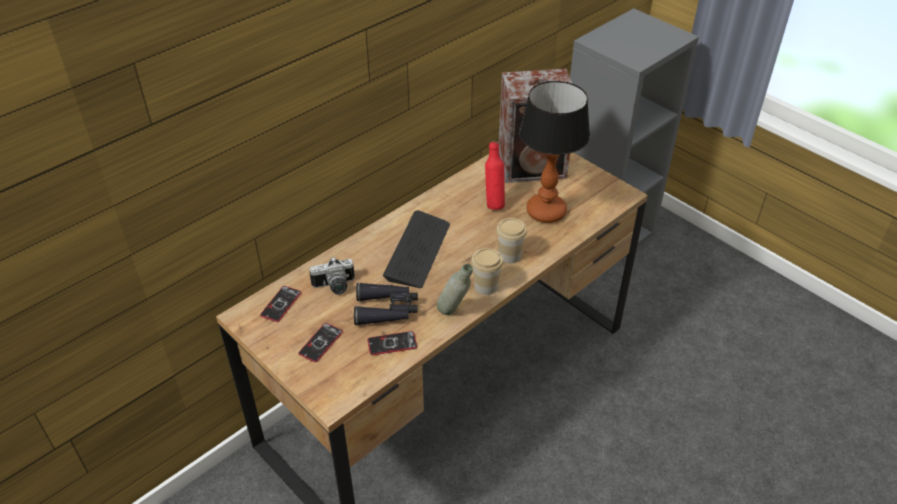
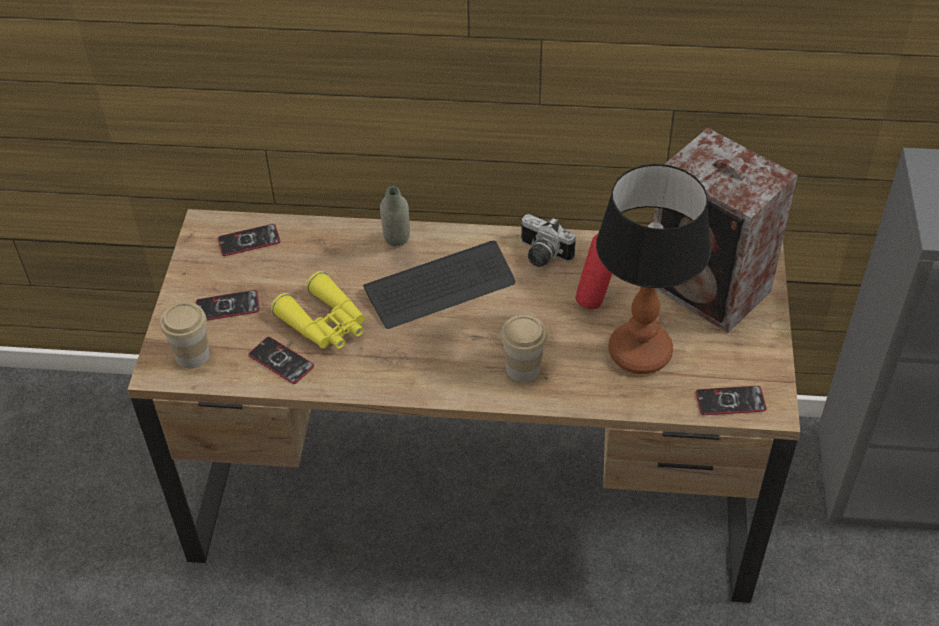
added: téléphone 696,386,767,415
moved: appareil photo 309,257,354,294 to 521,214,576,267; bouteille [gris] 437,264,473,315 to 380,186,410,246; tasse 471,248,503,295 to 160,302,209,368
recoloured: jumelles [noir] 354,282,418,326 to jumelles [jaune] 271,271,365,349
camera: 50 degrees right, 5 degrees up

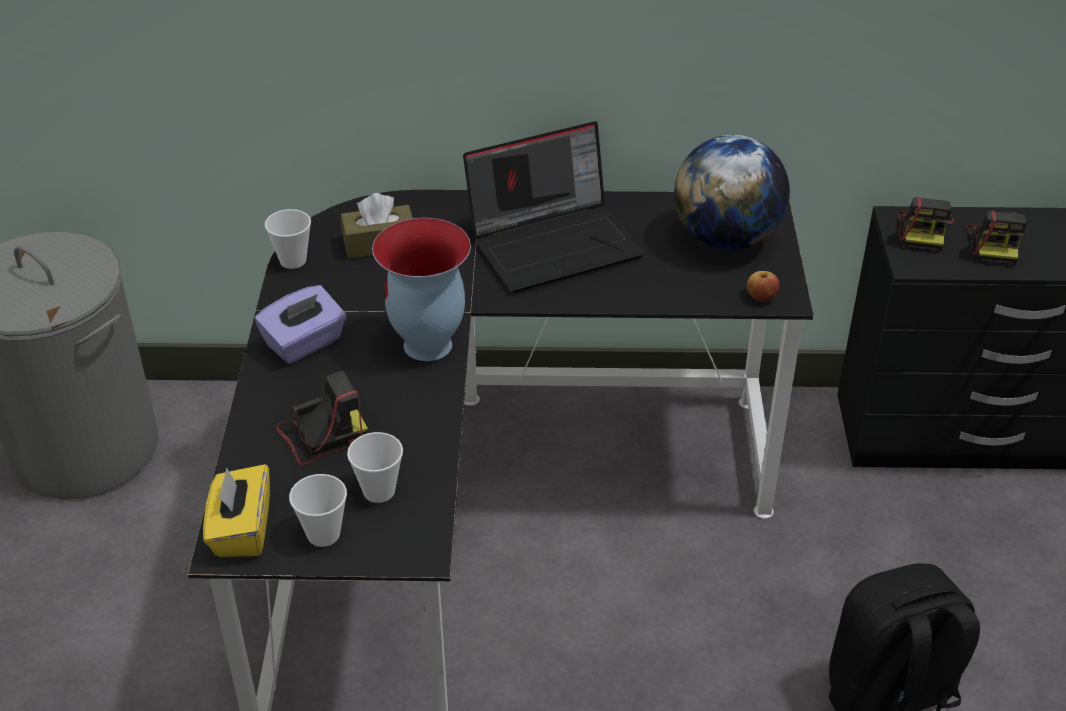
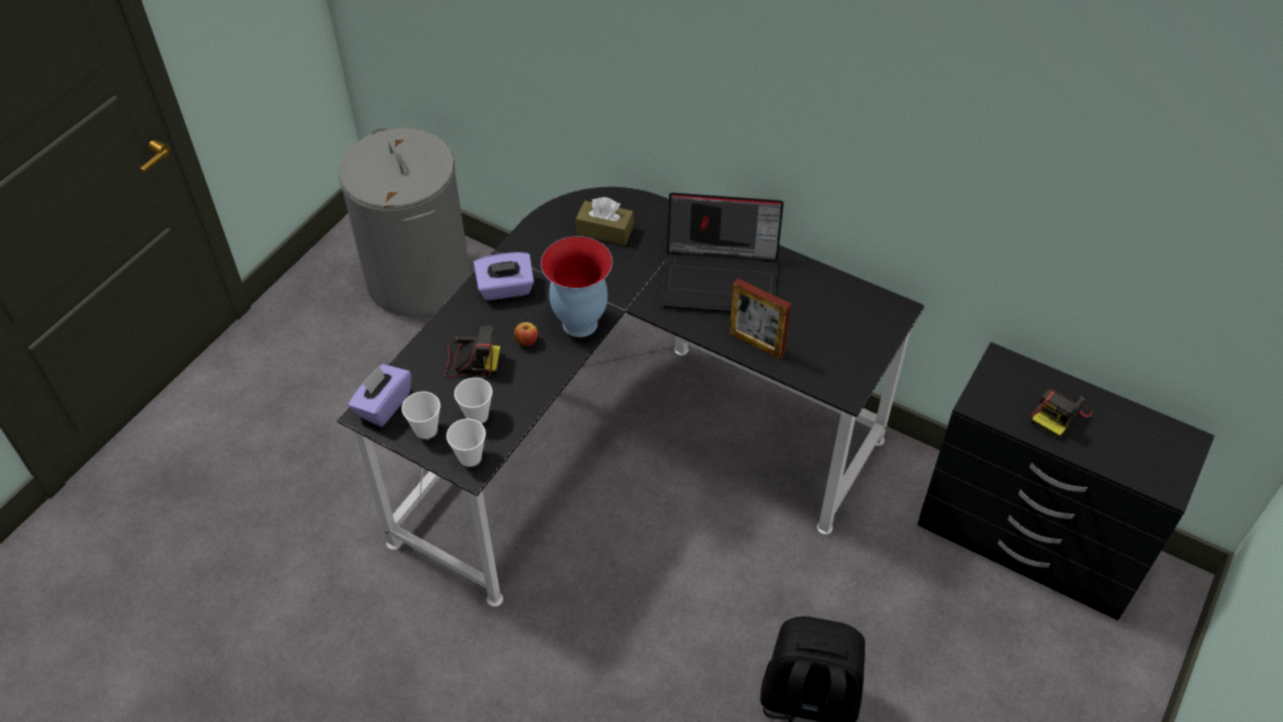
removed: globe 674,135,790,250; appareil photo 898,197,954,252
added: cadre photo 729,278,791,360
moved: tasse 265,209,311,269 to 446,419,486,467; pomme 747,271,779,302 to 514,322,538,346
recoloured: boîte à mouchoirs [jaune] 203,464,270,557 to boîte à mouchoirs [violet] 348,364,411,427
camera: 30 degrees right, 10 degrees up

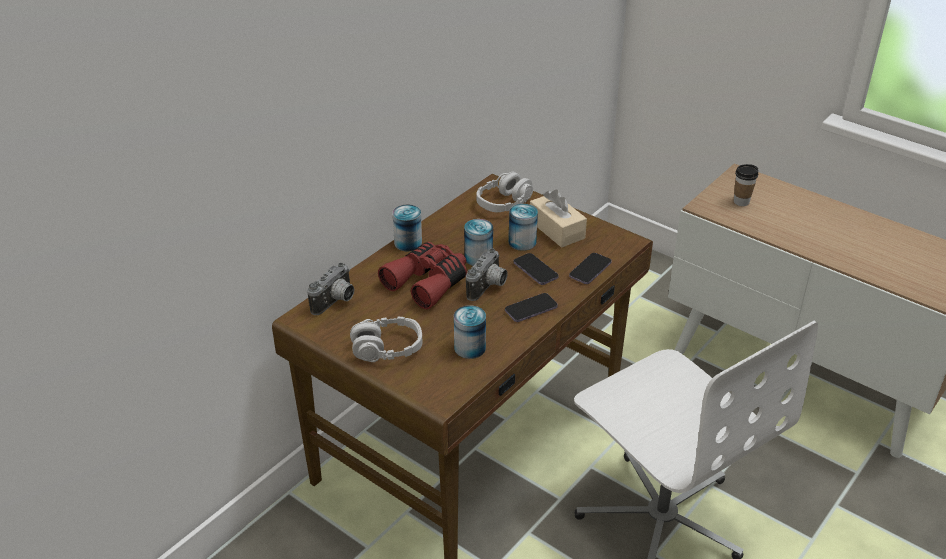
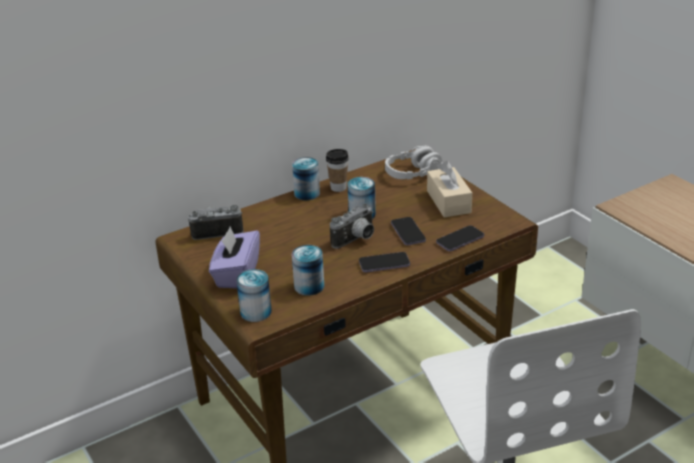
removed: jumelles [rouge] 378,242,467,309
moved: boîte métallique 509,204,538,251 to 236,269,272,322; tasse 734,164,758,206 to 326,149,349,192
replaced: casque audio [gris] 350,317,423,362 to boîte à mouchoirs [violet] 209,226,260,289
turned: appareil photo 307,263,354,315 = 188,205,244,240 150 degrees counterclockwise
camera: 20 degrees right, 5 degrees down

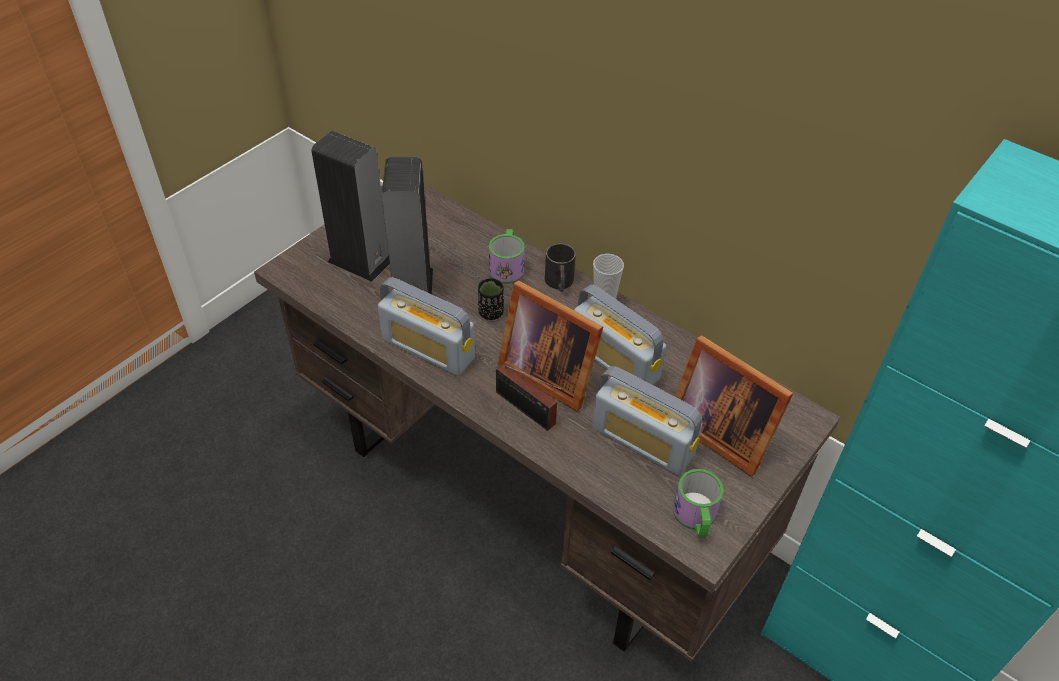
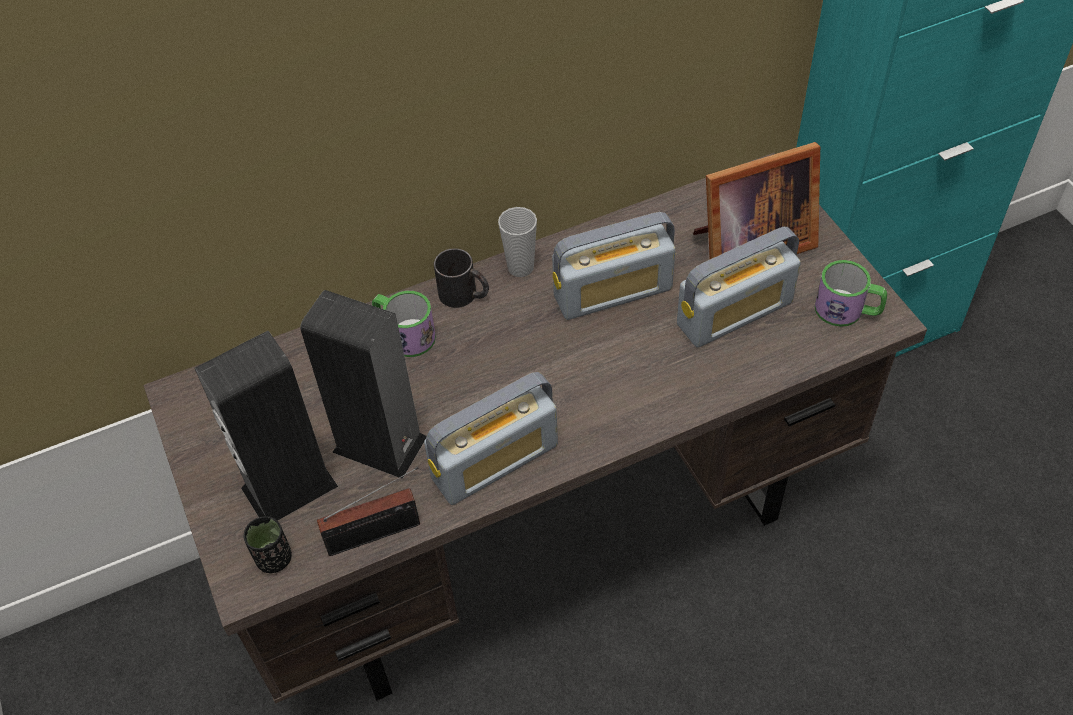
removed: cadre photo 498,280,603,411
moved: tasse [noir] 478,278,504,320 to 243,516,292,573; radio 496,363,563,431 to 317,467,420,556
camera: 60 degrees left, 5 degrees up

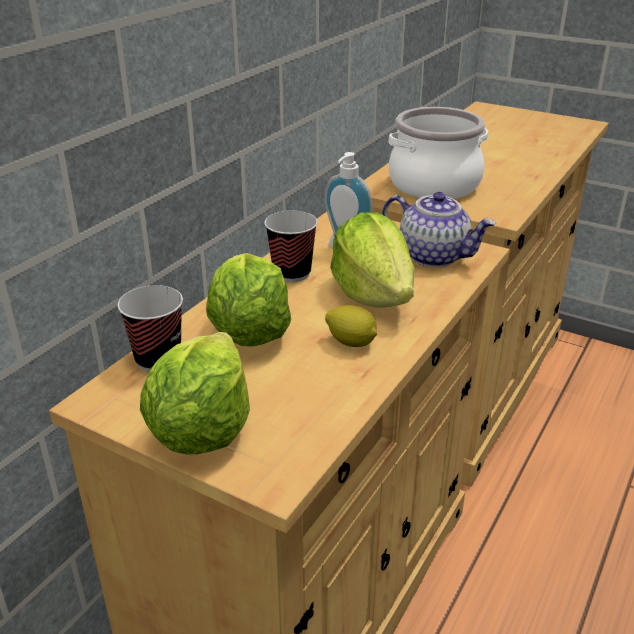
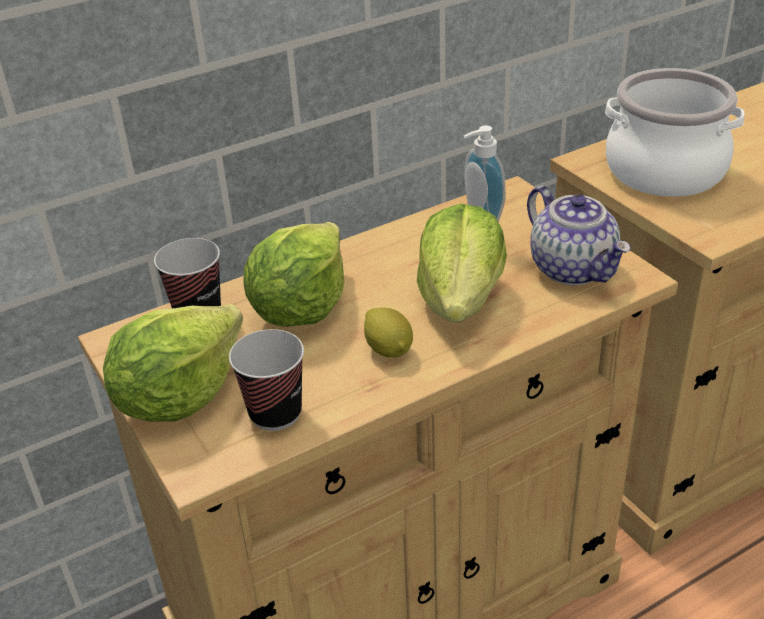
moved: tasse 264,211,318,282 to 229,329,304,431
camera: 30 degrees right, 5 degrees up

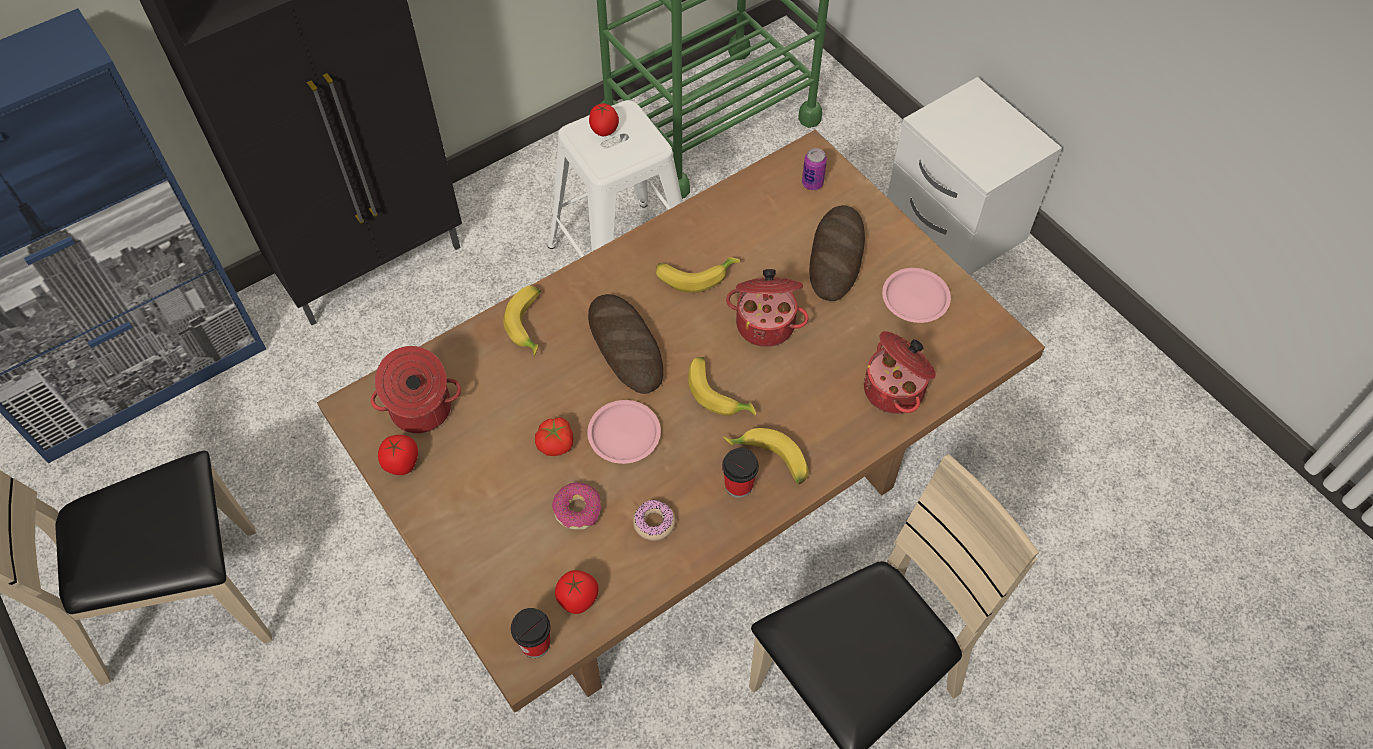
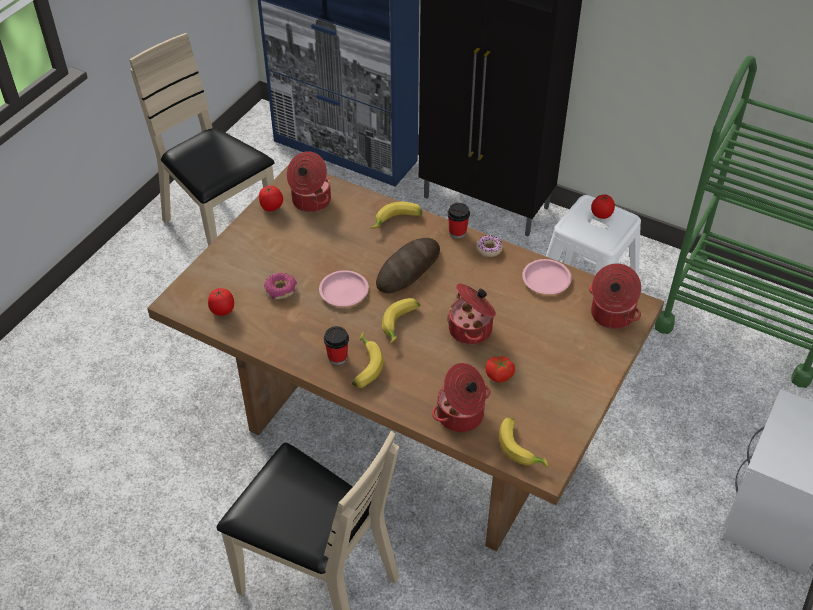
removed: pain 809,205,865,301
moved: tasse 511,608,551,658 to 447,203,470,238; tomate 535,417,573,456 to 485,356,515,382; beignet 633,500,676,541 to 476,235,503,257; banane 656,257,740,293 to 499,417,548,468; assiette [rose] 882,268,951,323 to 522,259,572,294
replaced: boîte métallique 802,148,827,190 to marmite 589,264,641,329
camera: 65 degrees right, 10 degrees down

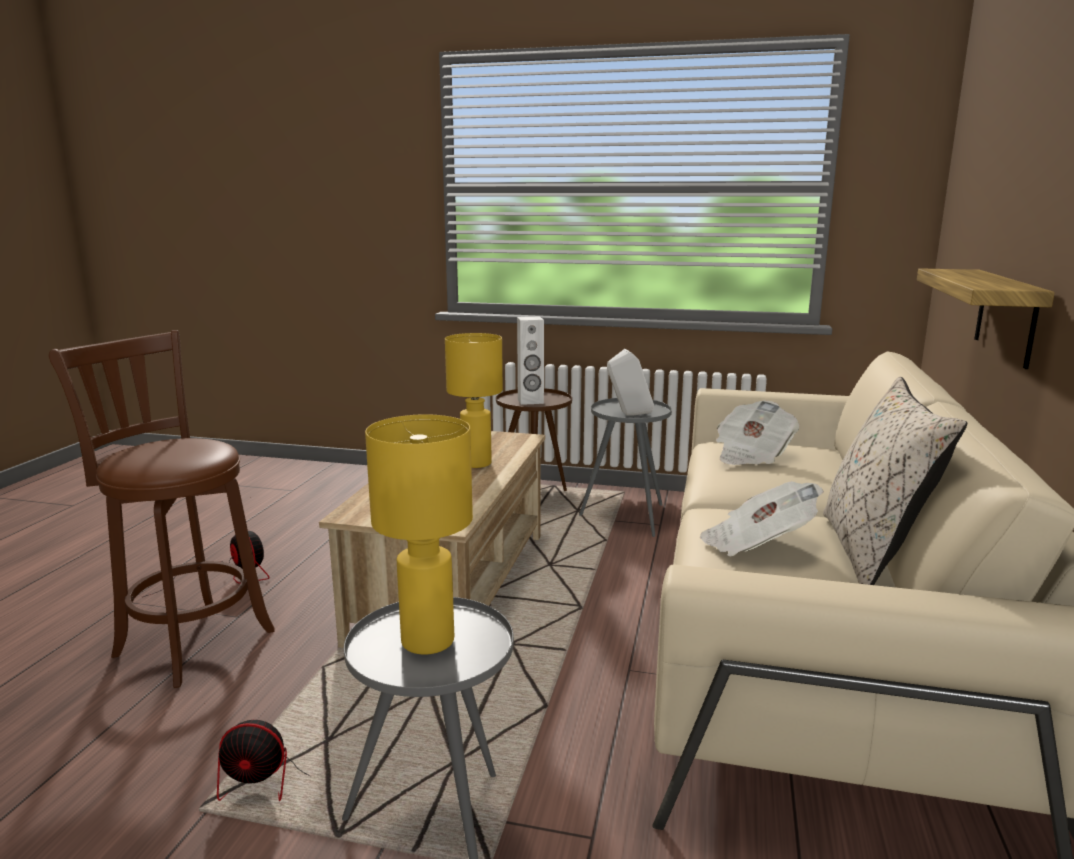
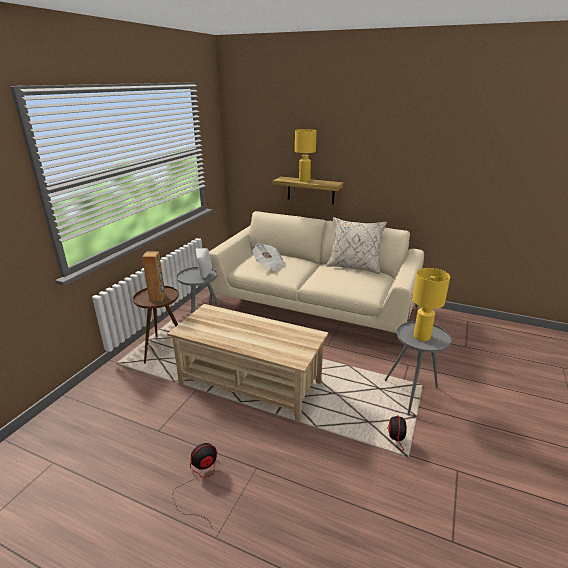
removed: tabouret [marron] 49,330,275,688; journal 700,481,824,556
moved: lampe de table [jaune] 445,333,503,468 to 295,129,317,182
recoloured: enceinte [blanc] 517,317,544,405 to enceinte [marron] 142,251,165,302
camera: 80 degrees left, 10 degrees up

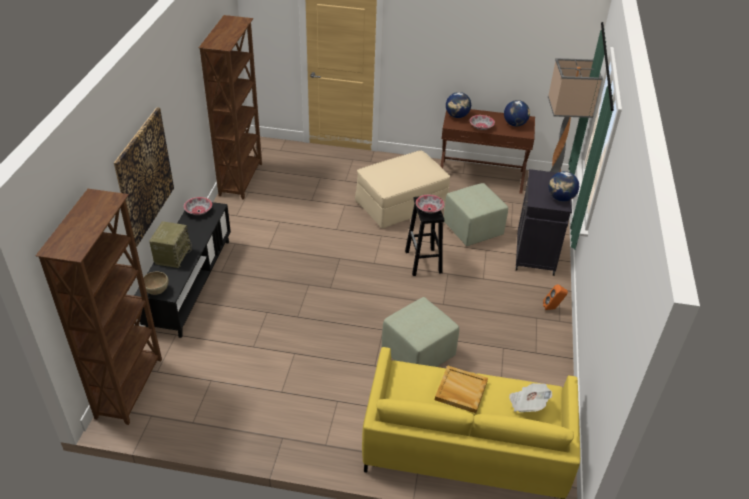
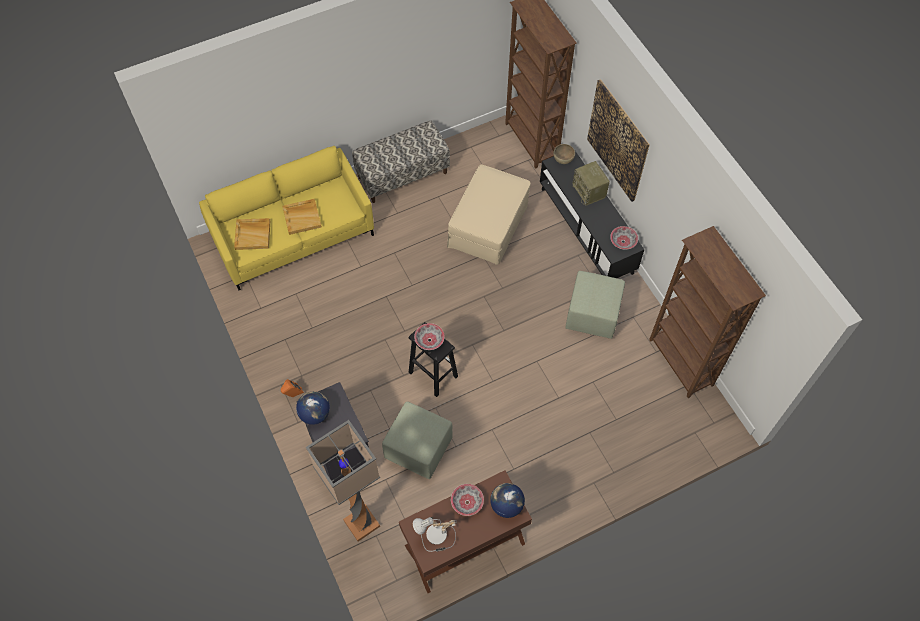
added: banc 352,121,450,203
moved: pouf [beige] 355,150,450,228 to 447,164,530,265; pouf [vert] 381,297,459,367 to 565,271,625,339
replaced: globe 504,100,530,126 to lampe de table 413,517,457,552; journal 509,383,552,412 to plateau [beige] 234,218,270,250
camera: 145 degrees right, 20 degrees up

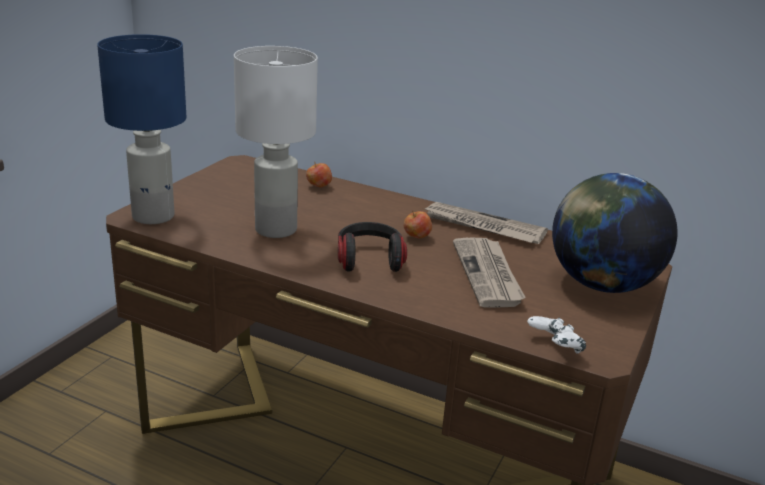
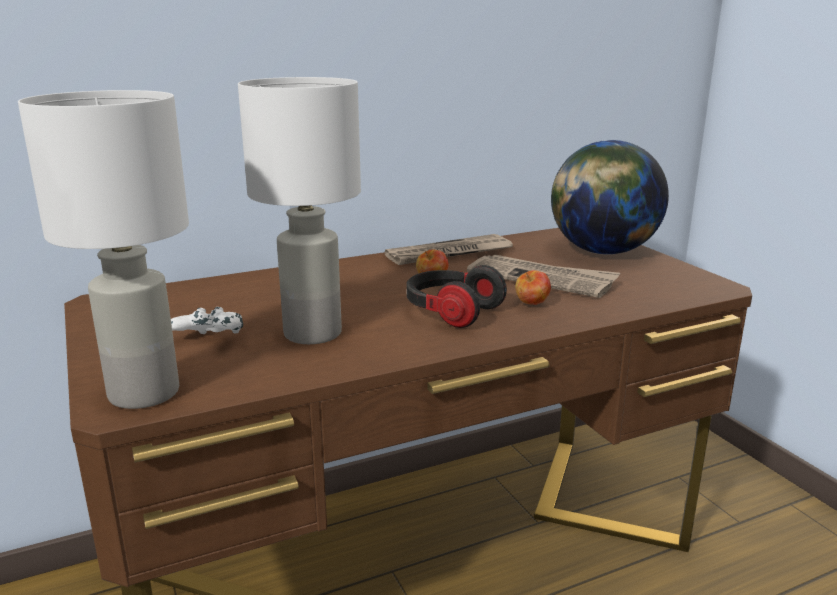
moved: pomme 306,162,332,187 to 515,270,551,305; manette [blanc] 527,316,586,354 to 171,307,243,334
recoloured: lampe de table [bleu] 97,34,186,224 to lampe de table [blanc] 18,90,189,409
camera: 50 degrees left, 5 degrees down

